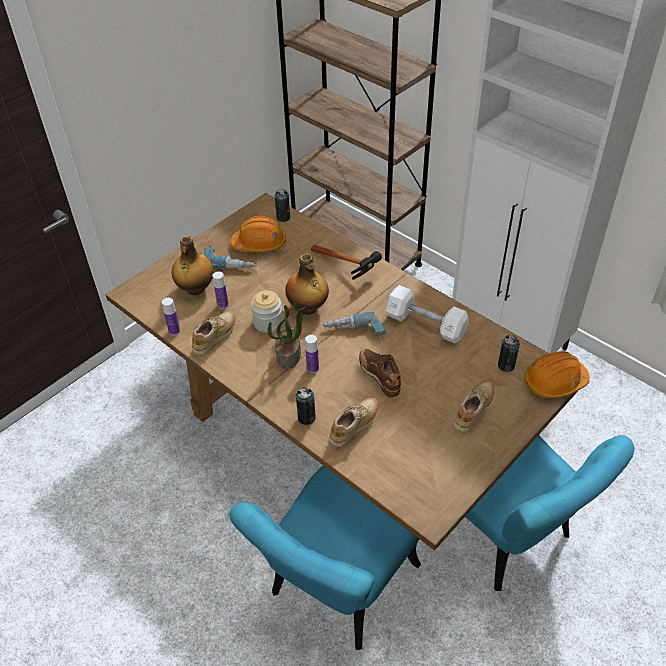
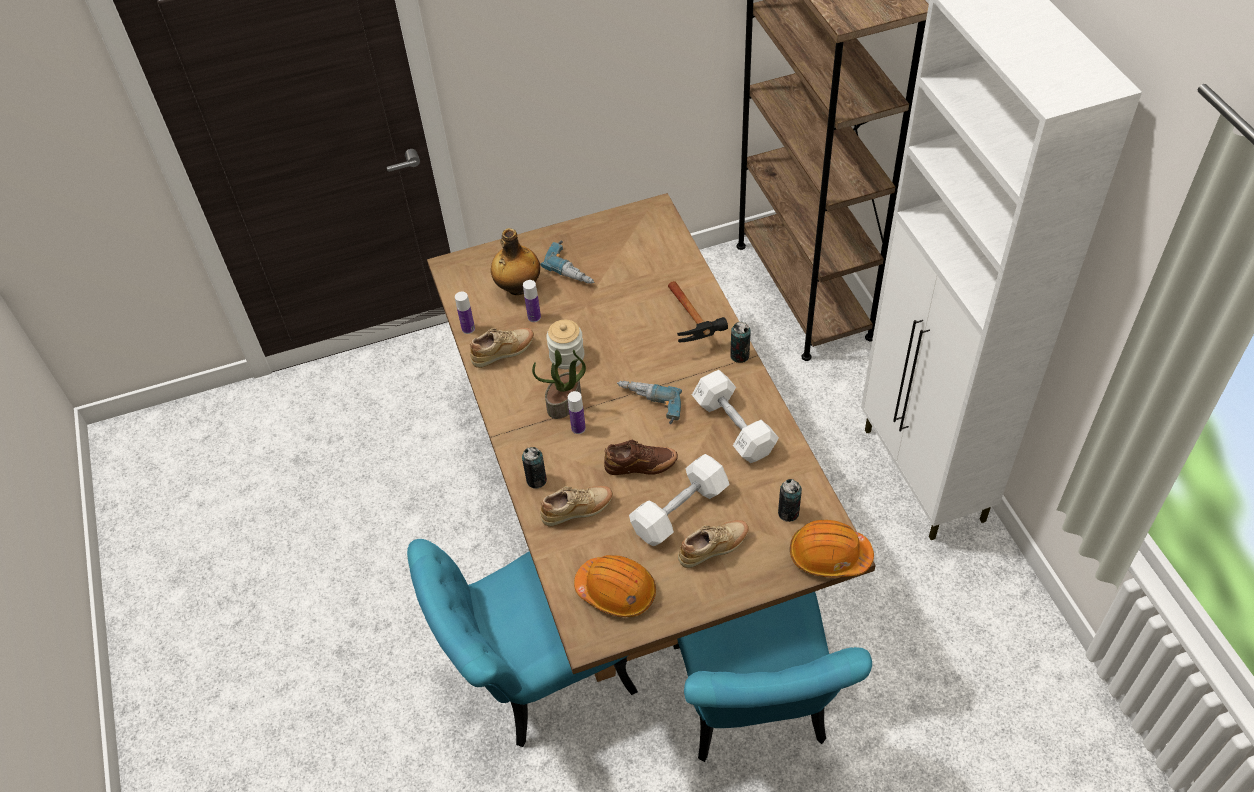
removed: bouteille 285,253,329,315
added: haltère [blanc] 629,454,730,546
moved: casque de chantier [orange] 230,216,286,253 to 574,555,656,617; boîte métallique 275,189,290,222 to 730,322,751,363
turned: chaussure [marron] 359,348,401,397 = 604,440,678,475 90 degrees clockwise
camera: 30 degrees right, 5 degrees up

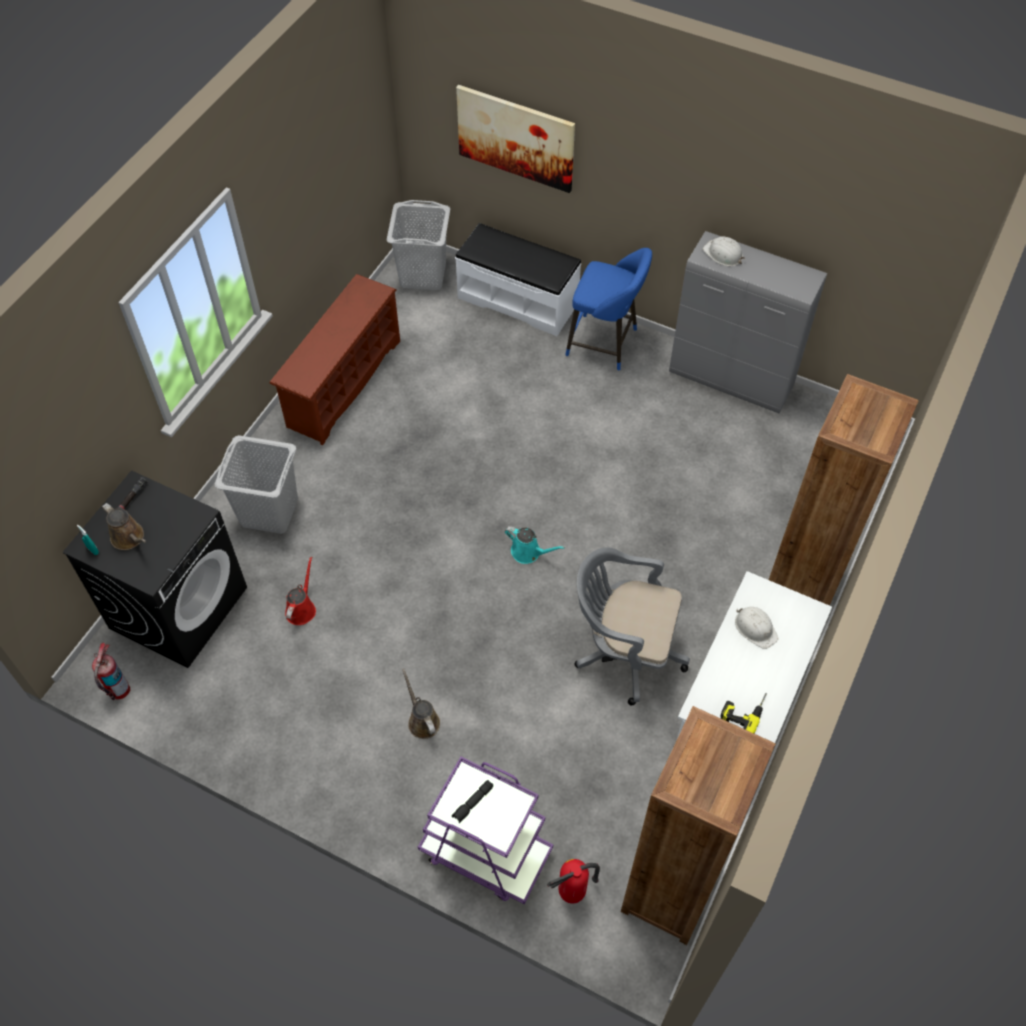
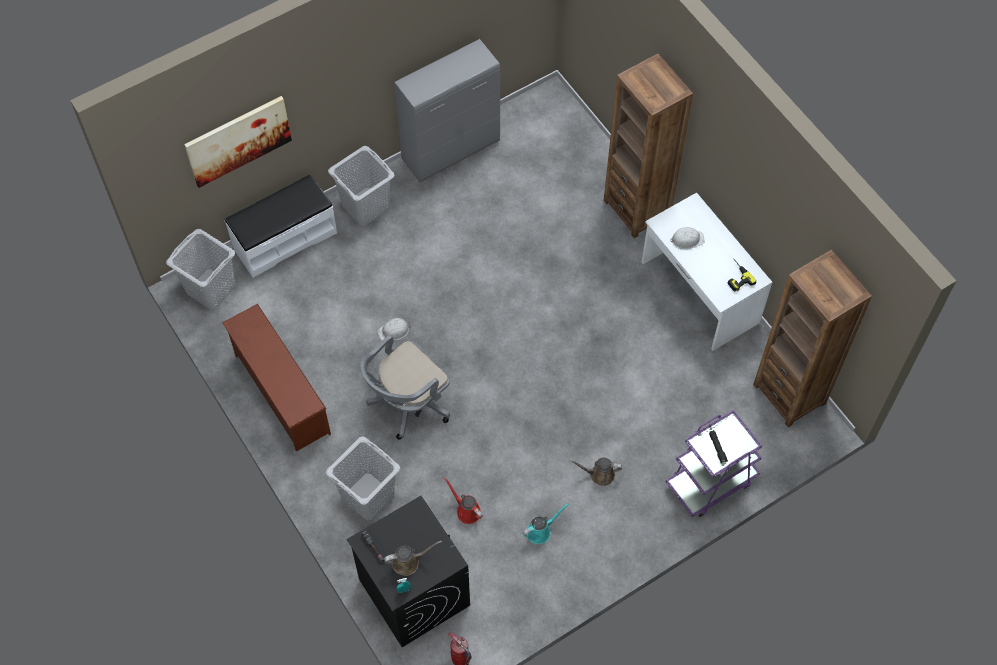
removed: extincteur 547,859,600,904
moved: arrosoir [turquoise] 505,526,565,564 to 522,503,569,544; chaise de bureau [gris] 574,547,690,706 to 360,335,450,440; casque de chantier [blanc] 703,236,745,266 to 377,318,410,341
replaced: tabouret [bleu] 565,248,652,371 to panier à linge [gris] 328,146,395,226
camera: 60 degrees left, 5 degrees up

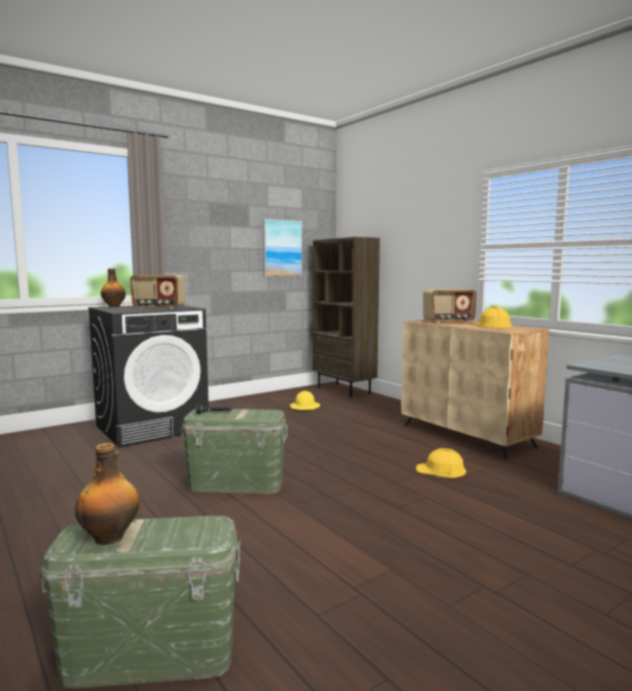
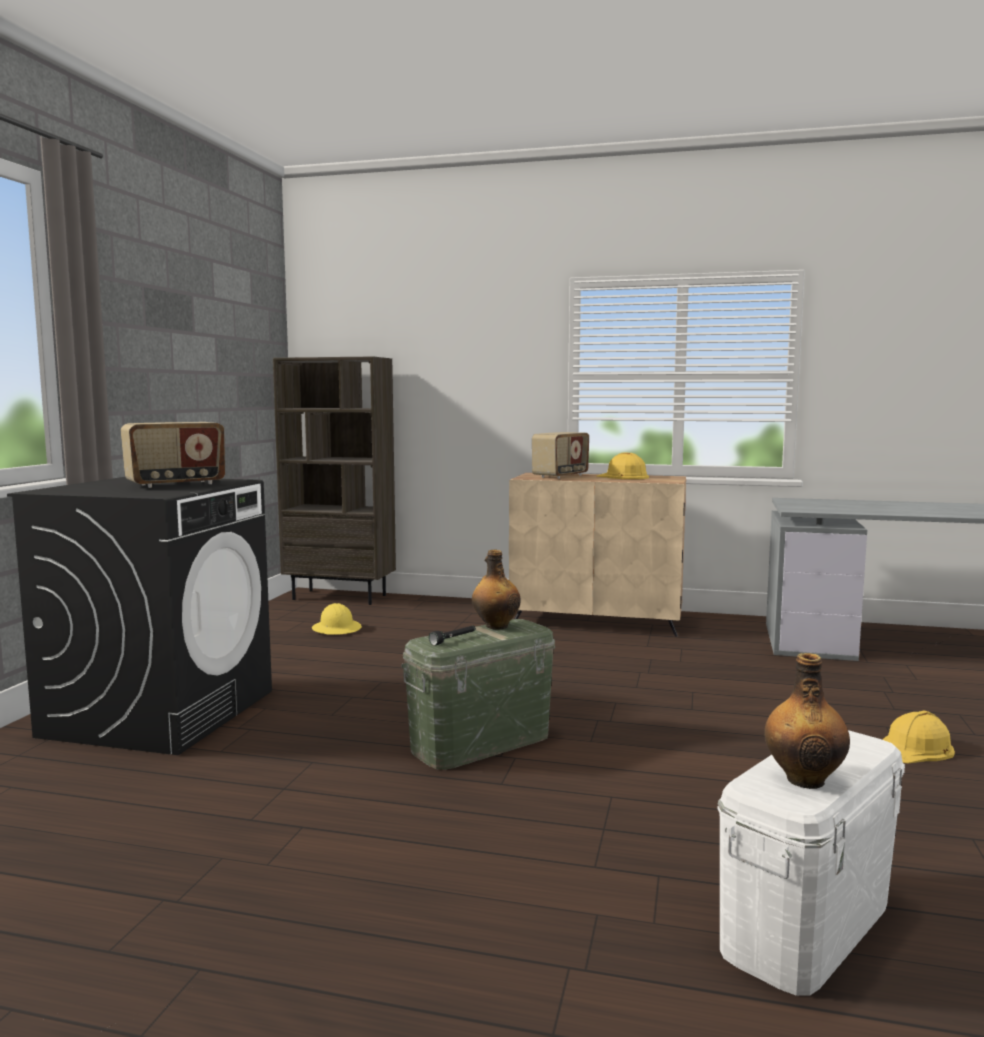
removed: tableau 262,219,303,277
moved: bouteille 101,268,126,307 to 472,550,521,630; casque de chantier [jaune] 416,448,466,478 to 883,711,955,763
recoloured: boîte de rangement [vert] 38,516,241,688 to boîte de rangement [blanc] 717,730,905,996
camera: 40 degrees left, 0 degrees up

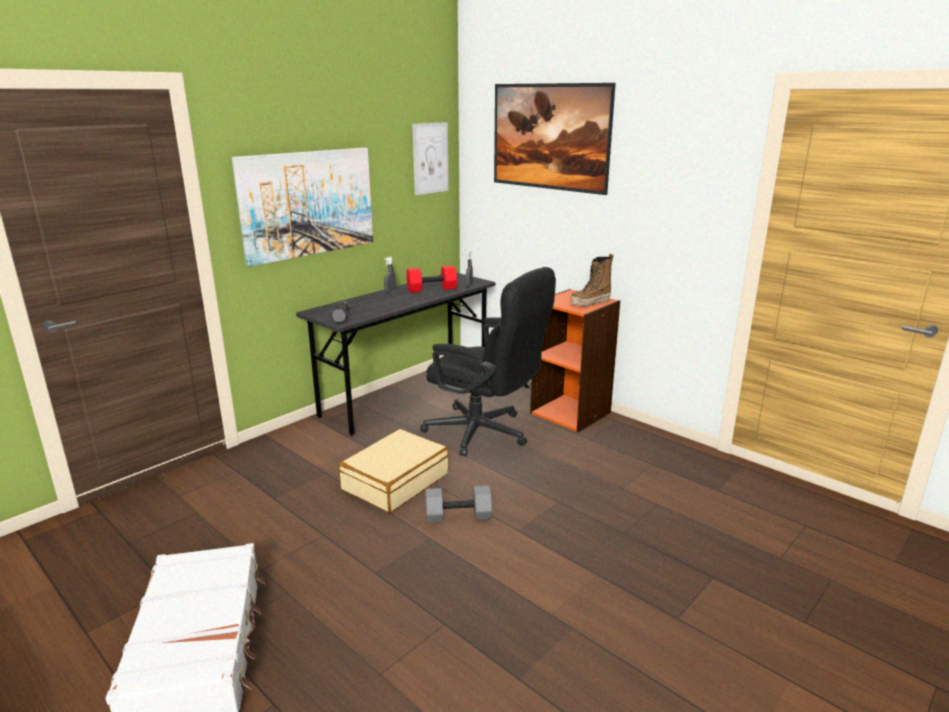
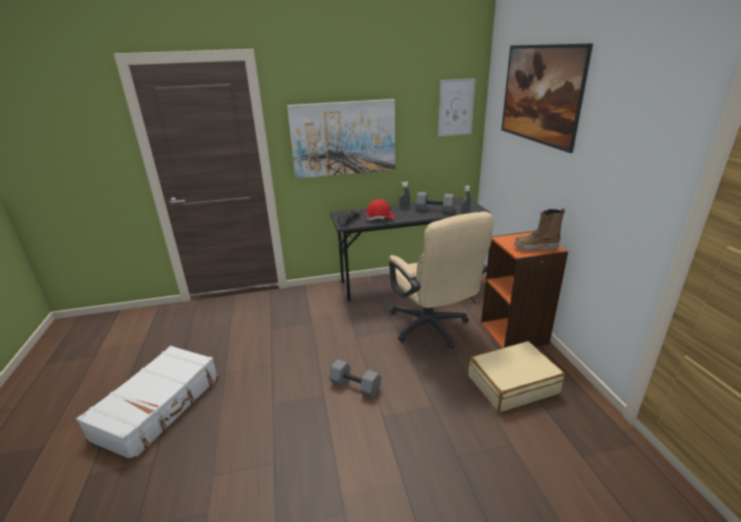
added: casque de chantier [rouge] 366,199,395,221
moved: valise [beige] 339,429,449,513 to 468,341,565,413
recoloured: haltère [rouge] 406,266,457,293 to haltère [gris] 416,192,455,213; chaise de bureau [noir] 420,267,556,456 to chaise de bureau [beige] 389,212,494,348
camera: 35 degrees right, 5 degrees up

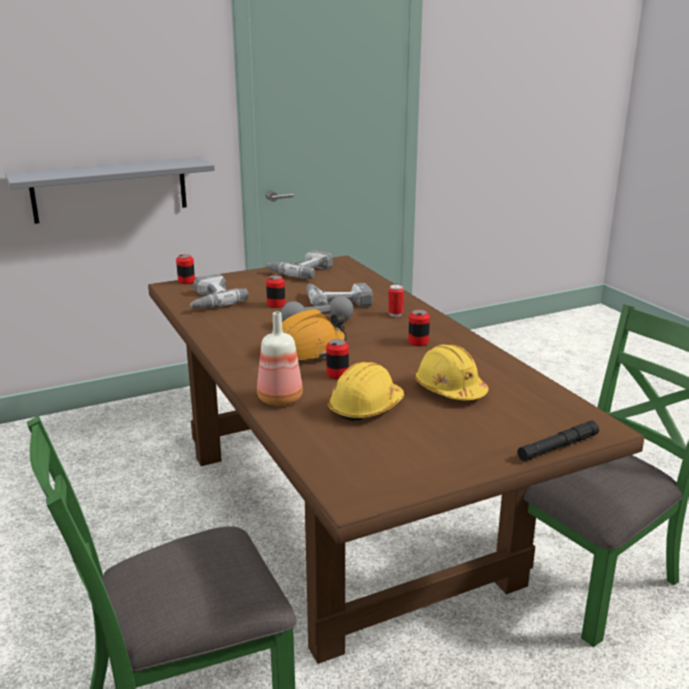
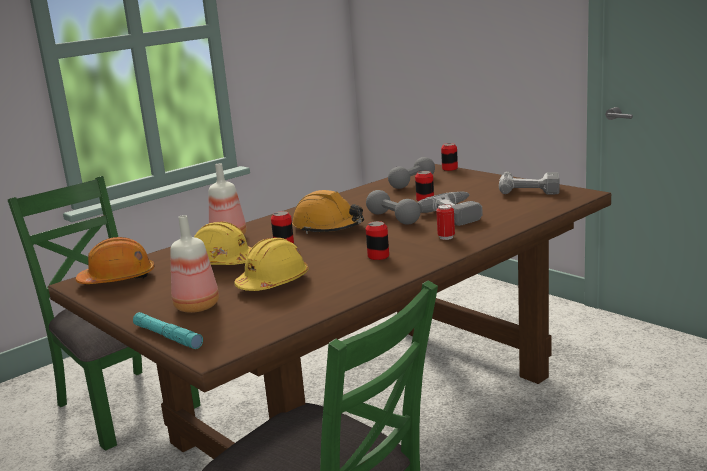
removed: étagère [gris] 5,157,215,224
added: casque de chantier [orange] 76,237,154,284; bouteille 170,215,219,313
replaced: perceuse 189,274,249,308 to haltère [gris] 388,157,435,189
recoloured: lampe de poche [noir] 518,421,599,461 to lampe de poche [turquoise] 133,312,203,349
camera: 75 degrees right, 5 degrees down

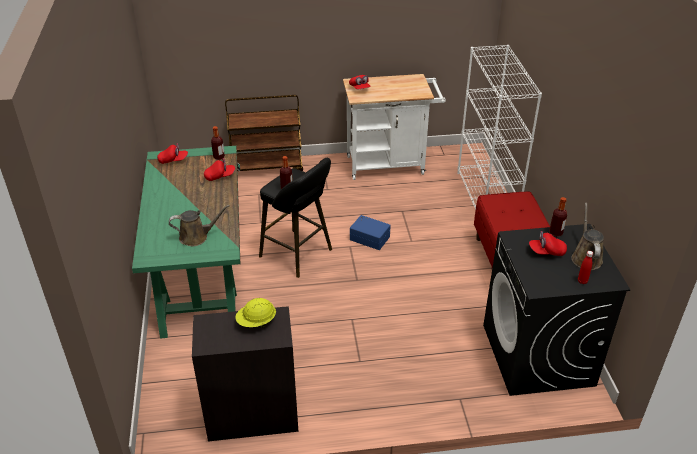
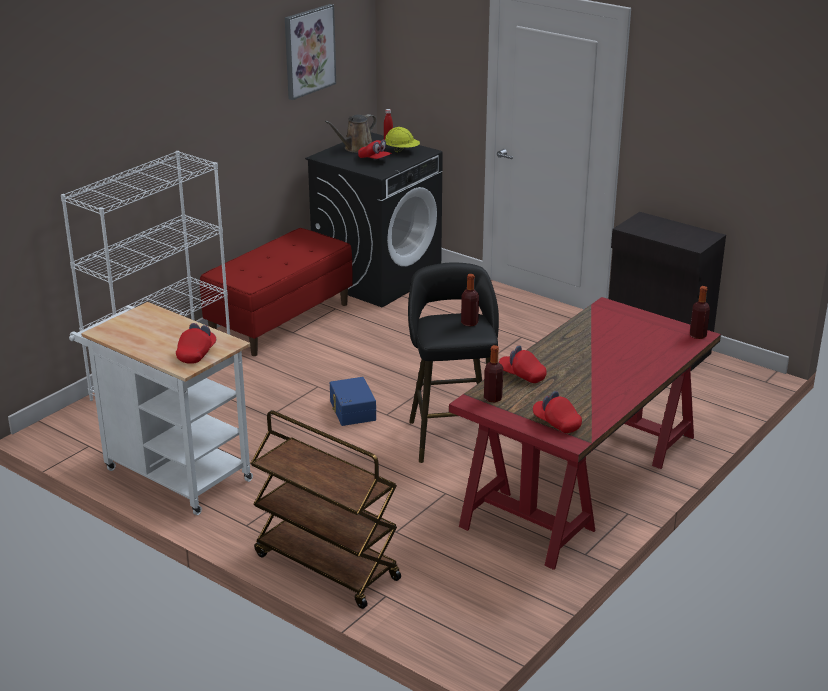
removed: arrosoir [marron] 169,205,230,246
added: tableau 285,4,336,100
moved: casque de chantier [jaune] 235,298,276,328 to 385,127,420,153; bouteille 550,197,567,237 to 690,286,710,339
recoloured: bureau [vert] 132,146,240,339 to bureau [rouge] 449,297,721,570
camera: 135 degrees left, 10 degrees down

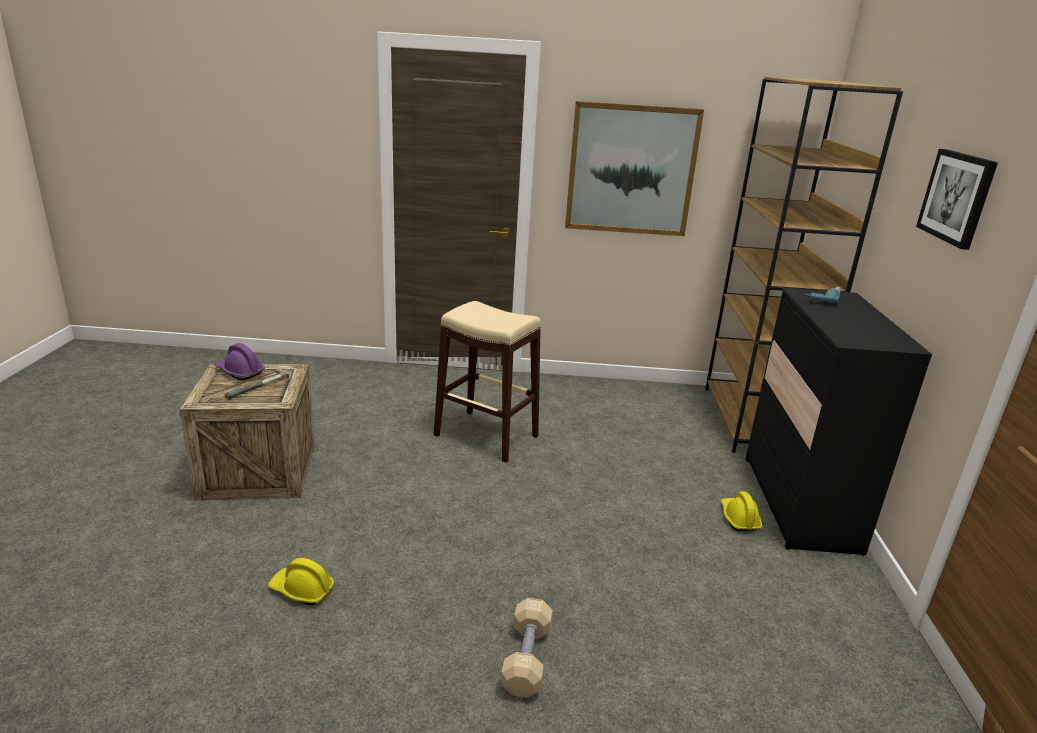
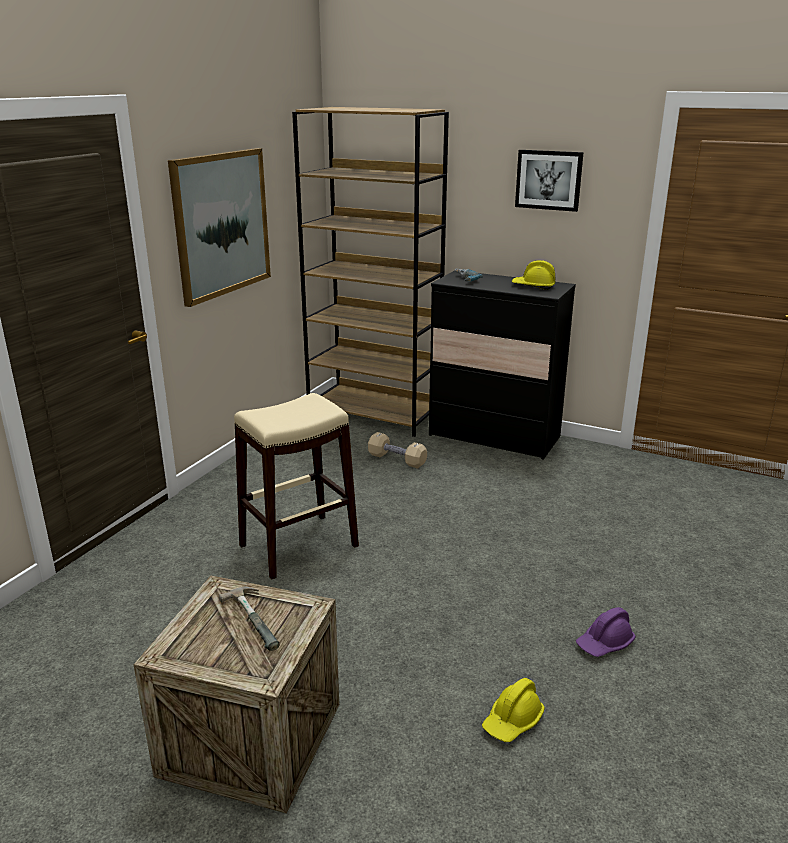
moved: casque de chantier [violet] 214,343,265,380 to 576,607,636,657; haltère [beige] 501,598,553,698 to 368,432,427,469; casque de chantier [jaune] 721,492,762,531 to 512,260,556,290
camera: 65 degrees left, 0 degrees up

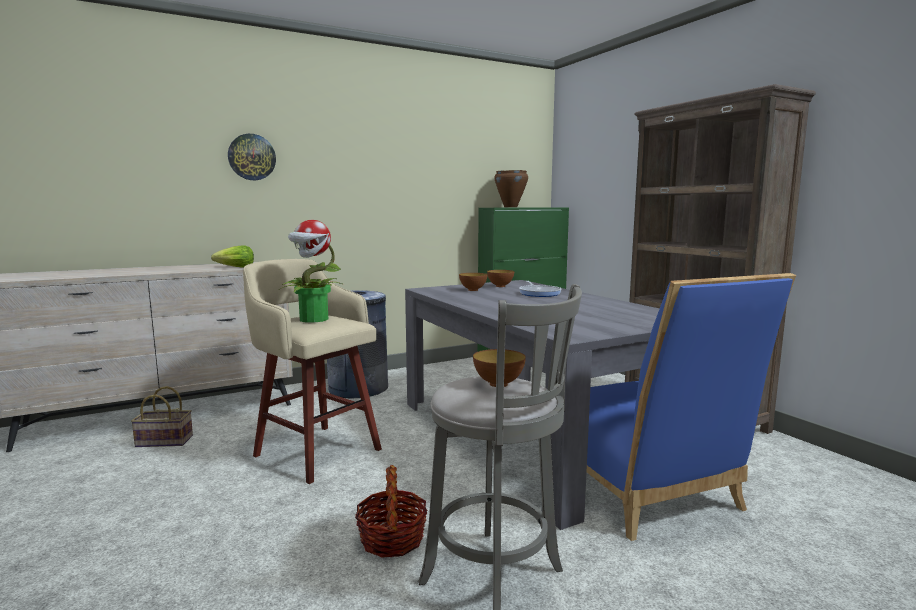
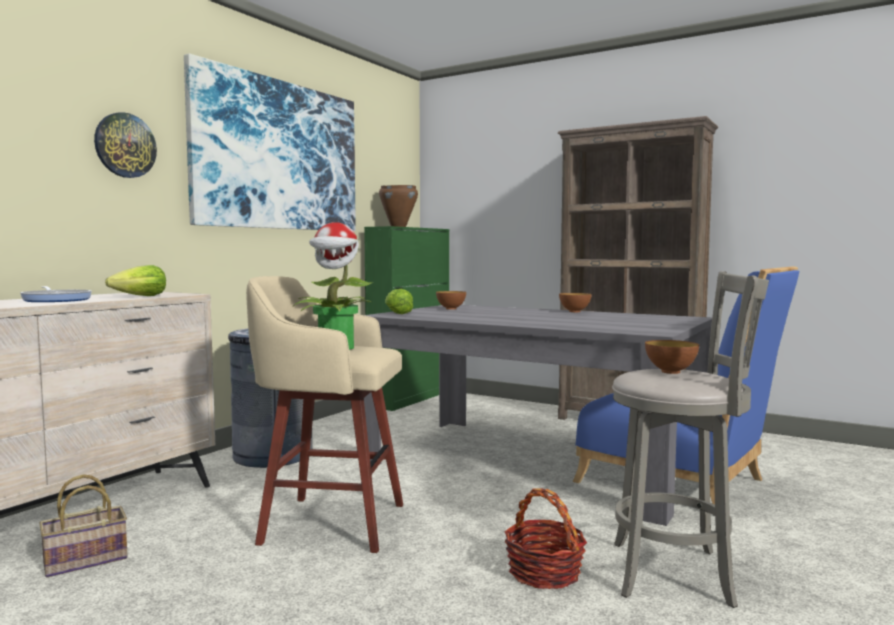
added: tableau 184,53,356,231; laitue 385,289,413,314
moved: bol 459,273,487,291 to 559,293,592,312; poêle 519,281,561,297 to 20,286,92,302
camera: 30 degrees left, 5 degrees down

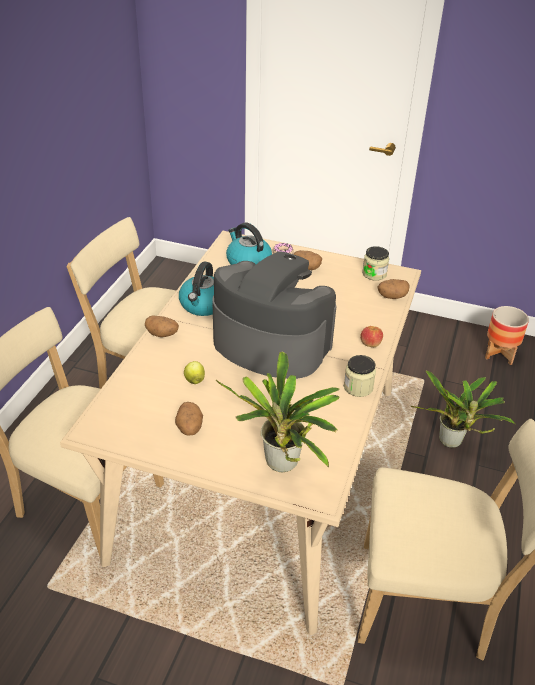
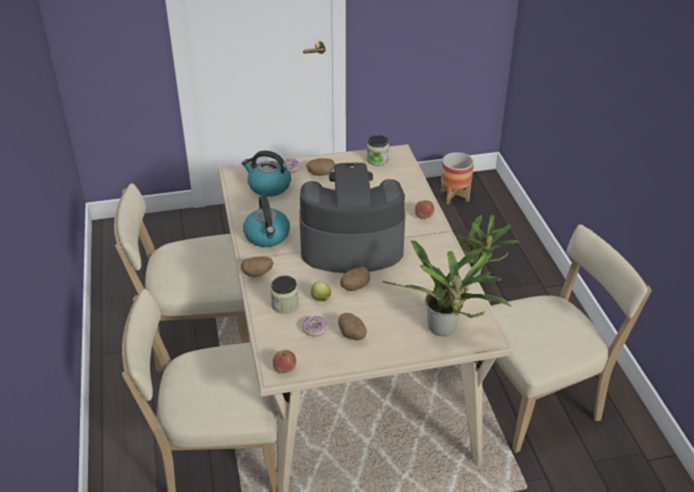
added: pomme 273,350,296,373; beignet 302,316,327,337
moved: bocal 344,355,376,397 to 270,276,299,314; pomme de terre 377,279,409,299 to 340,267,370,291
camera: 30 degrees left, 0 degrees up

